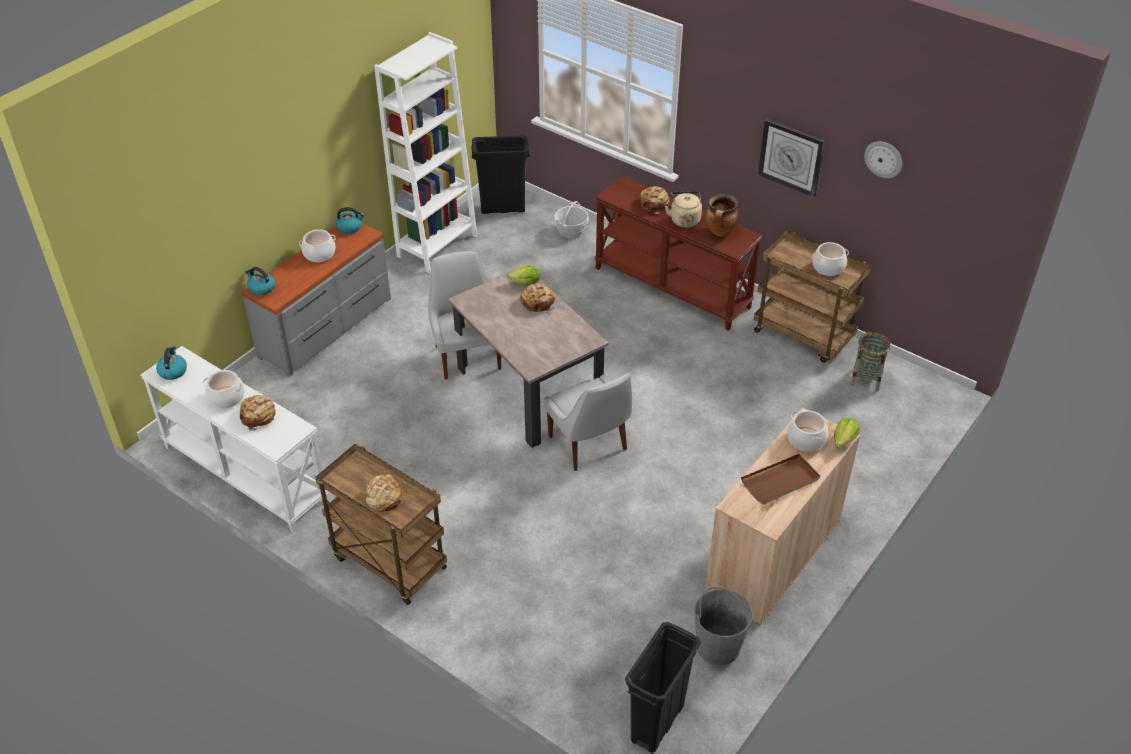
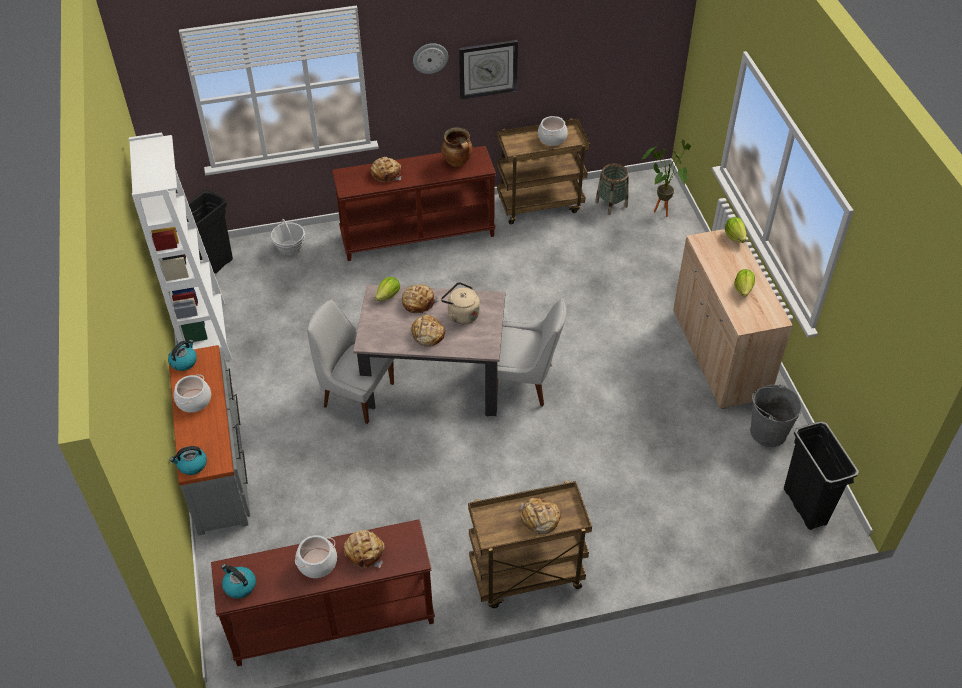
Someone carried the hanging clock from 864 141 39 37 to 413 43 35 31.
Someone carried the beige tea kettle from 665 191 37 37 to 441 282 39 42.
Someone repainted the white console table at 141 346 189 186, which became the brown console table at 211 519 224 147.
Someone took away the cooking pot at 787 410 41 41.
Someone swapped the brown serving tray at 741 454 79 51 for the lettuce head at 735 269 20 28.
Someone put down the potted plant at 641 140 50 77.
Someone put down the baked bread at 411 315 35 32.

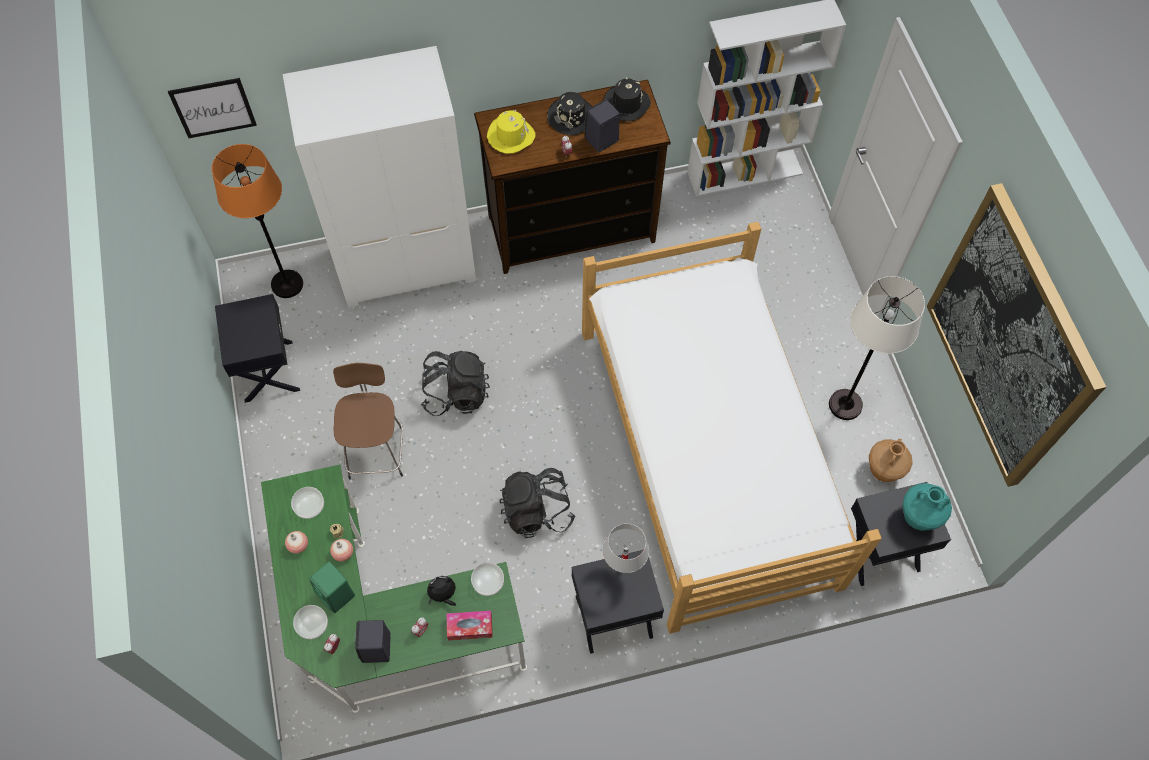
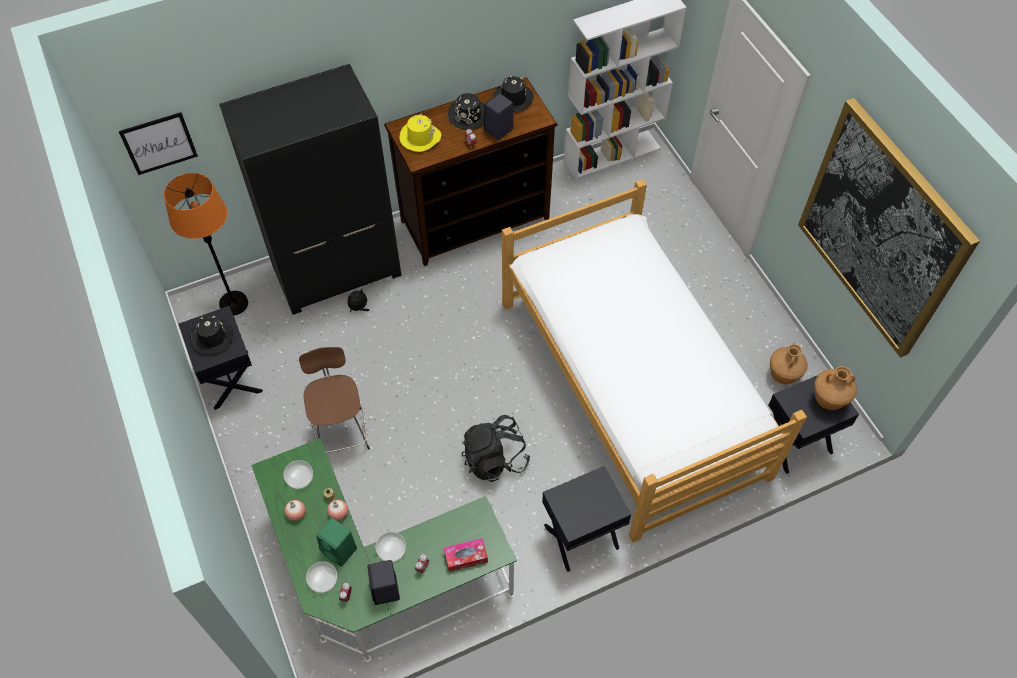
Someone repainted the white wardrobe at 283 46 193 262, which became the black wardrobe at 219 64 183 251.
Someone took away the white standing lamp at 829 276 96 144.
Someone took away the black knapsack at 421 351 69 65.
Someone repainted the blue-green vase at 903 483 49 48, which became the brown vase at 814 366 43 44.
Someone took away the white lamp for a table at 603 523 46 50.
Someone carried the bowl from 471 562 33 34 to 376 532 30 30.
Someone carried the soft toy from 427 576 29 30 to 347 289 22 24.
Someone put down the black clothing hat at 190 316 43 39.

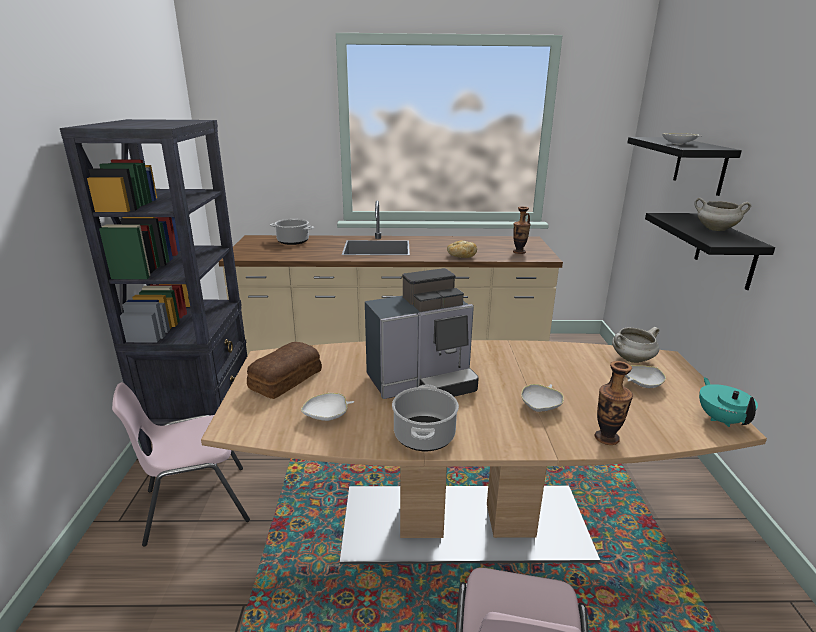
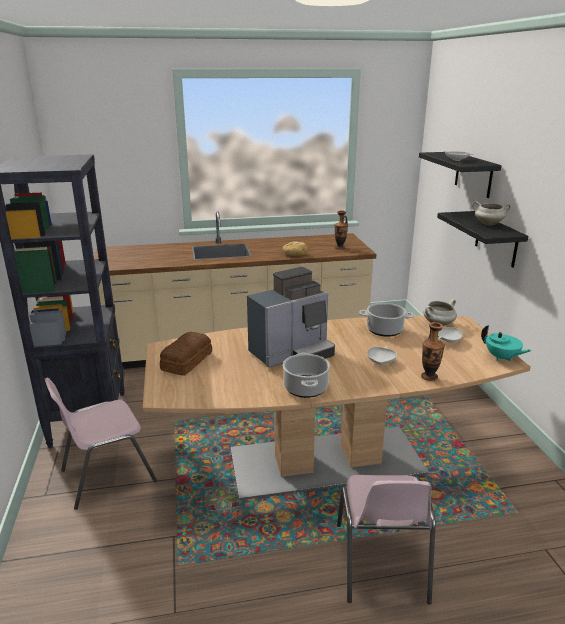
Someone carried the cooking pot from 270 219 44 26 to 359 303 55 34.
Someone rotated the blue-green tea pot at 699 377 59 50 by 150 degrees clockwise.
Someone took away the white bowl at 301 393 53 28.

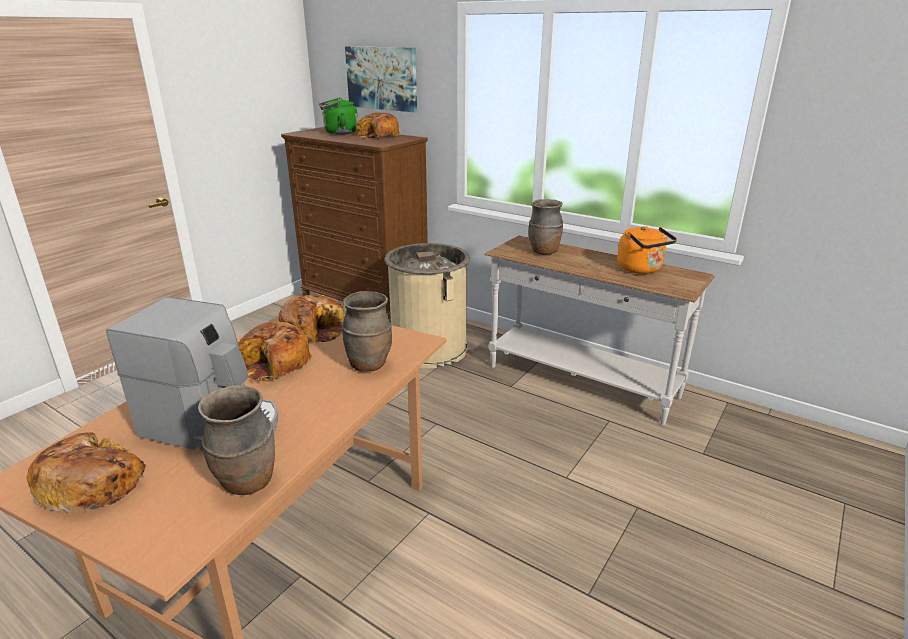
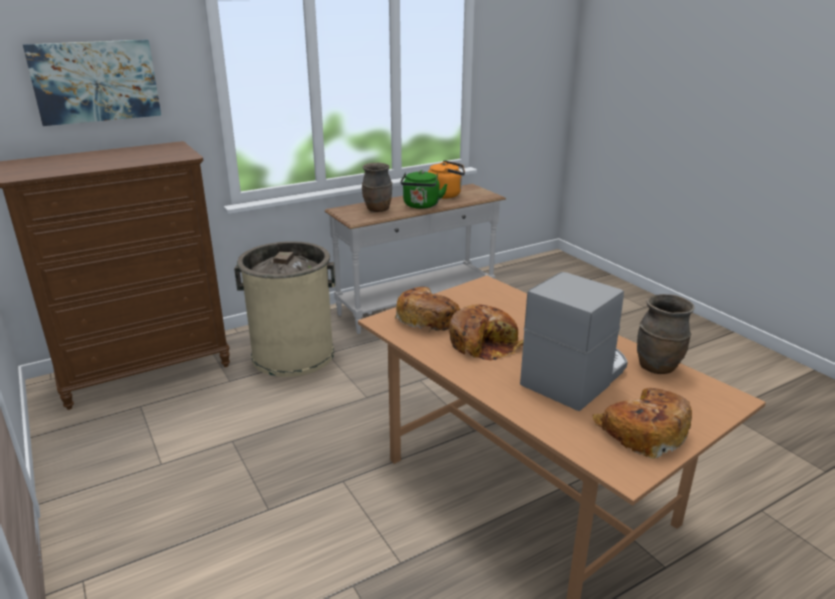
Someone carried the green-coloured tea kettle from 319 98 39 36 to 401 170 47 39.
Someone took away the baked bread at 356 112 44 26.
Someone took away the brown vase at 342 291 50 81.

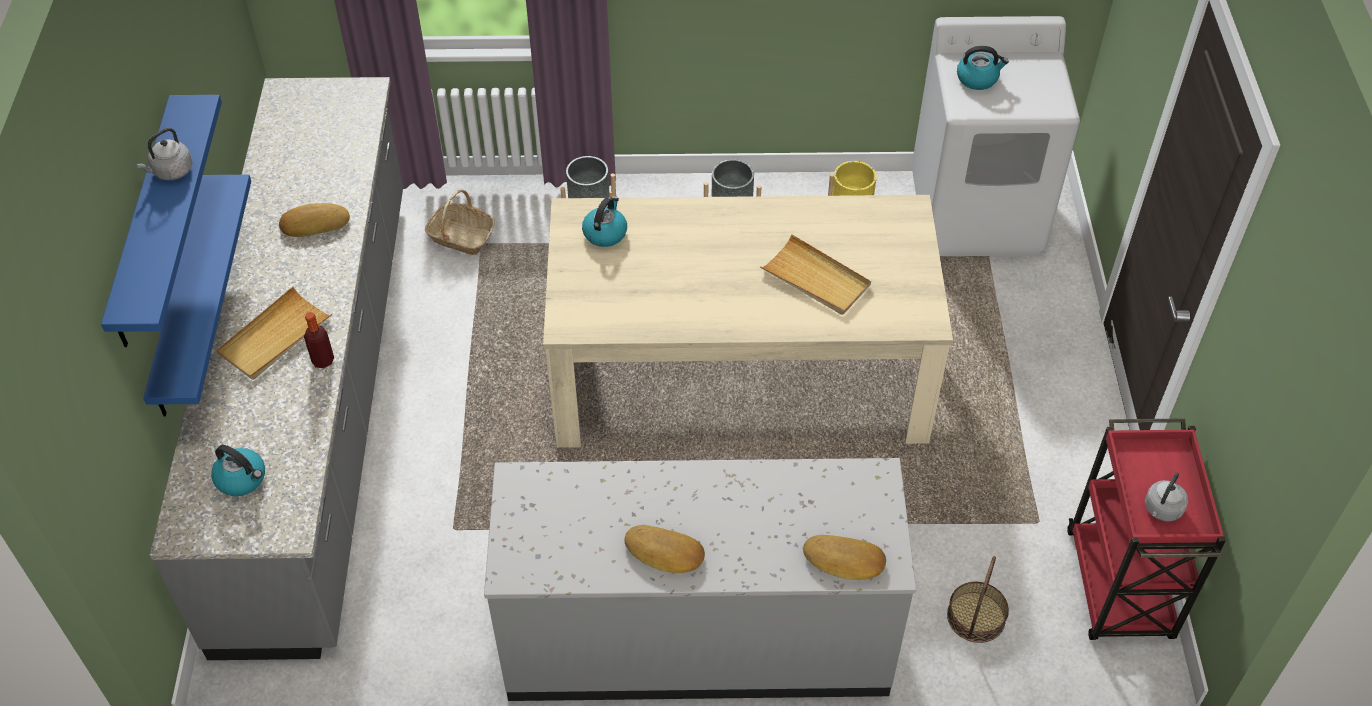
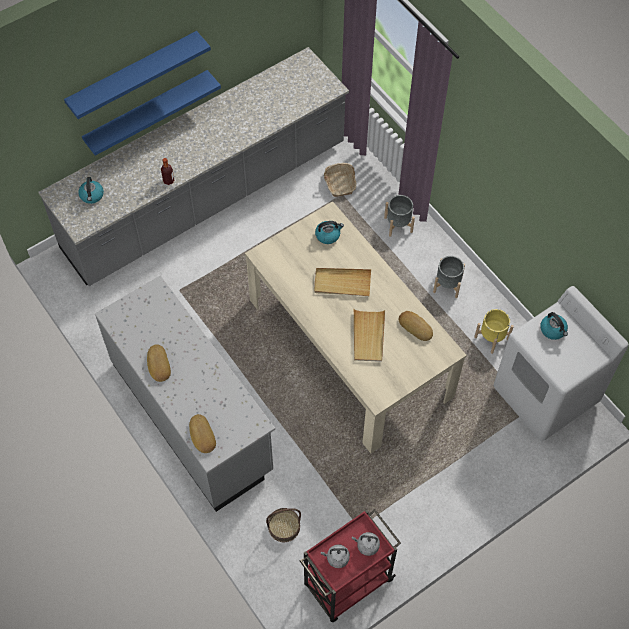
Someone carried the gray tea kettle from 136 128 57 52 to 352 532 28 24.
Someone carried the baked bread from 279 203 71 34 to 399 311 34 30.
Someone carried the beige serving tray from 216 287 116 93 to 314 268 57 28.

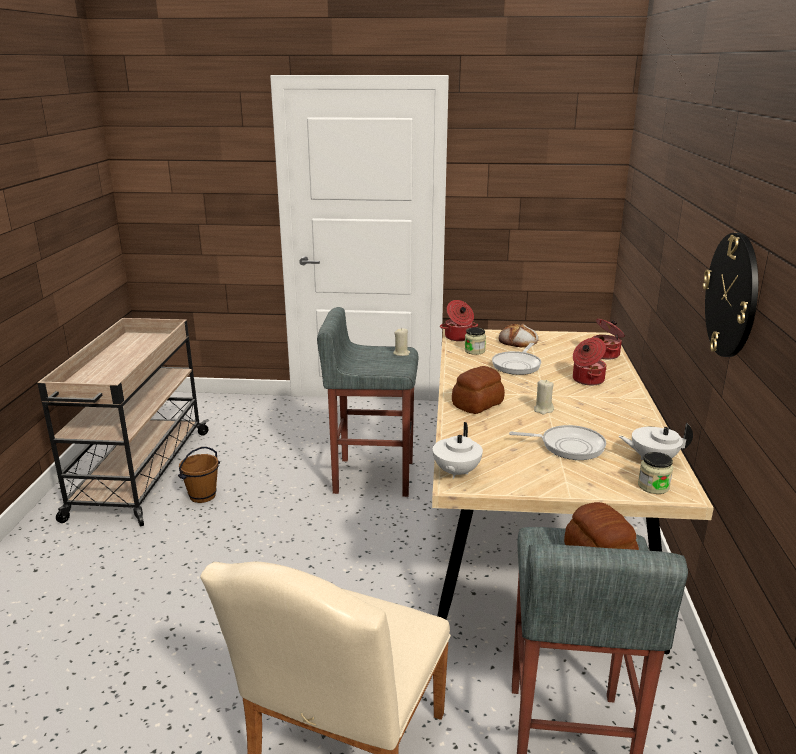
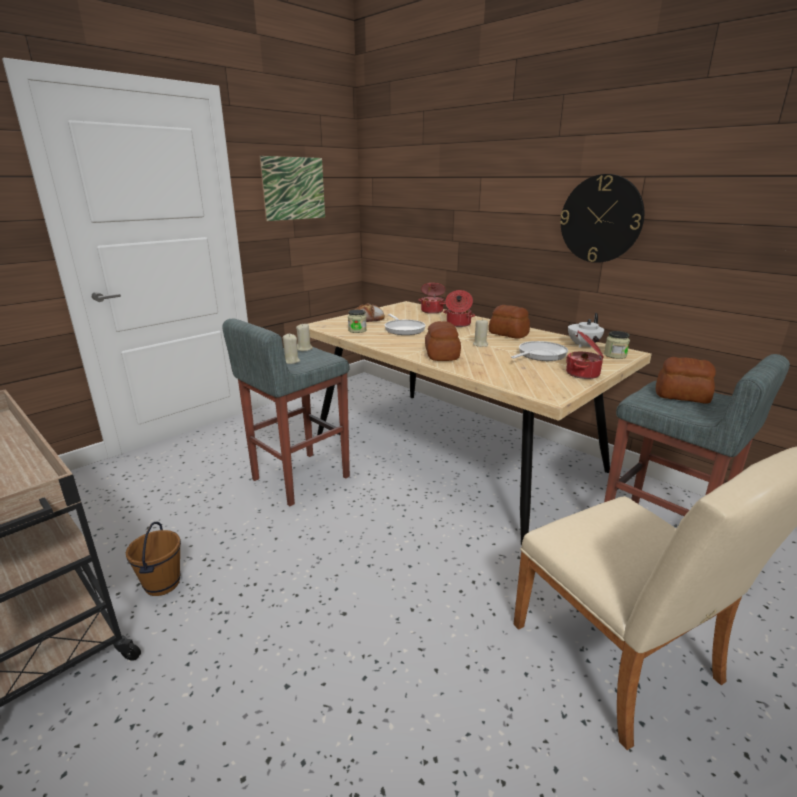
Someone carried the cooking pot from 440 300 38 41 to 566 331 38 48.
Someone took away the white tea pot at 433 422 50 57.
Someone put up the wall art at 260 156 65 65.
Someone put down the baked bread at 489 305 41 34.
Someone put down the beige candle at 283 334 17 30.

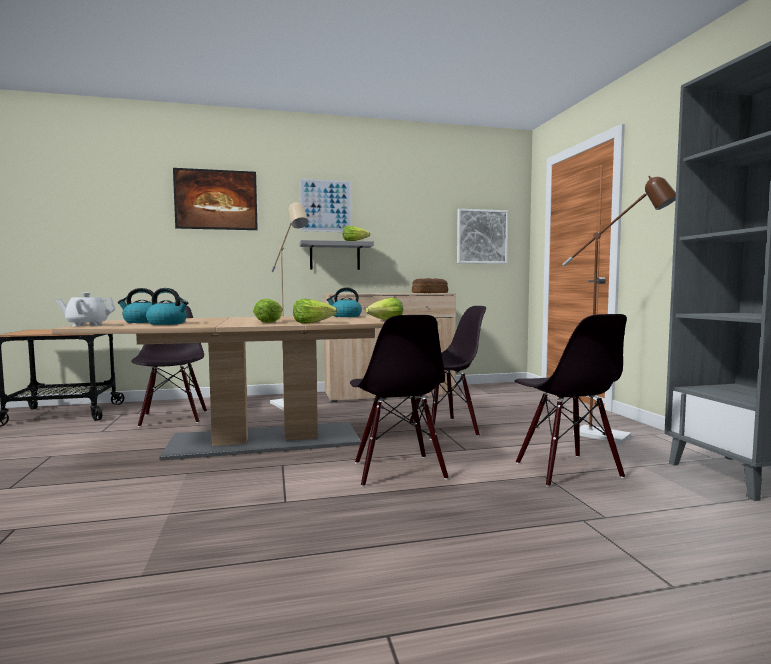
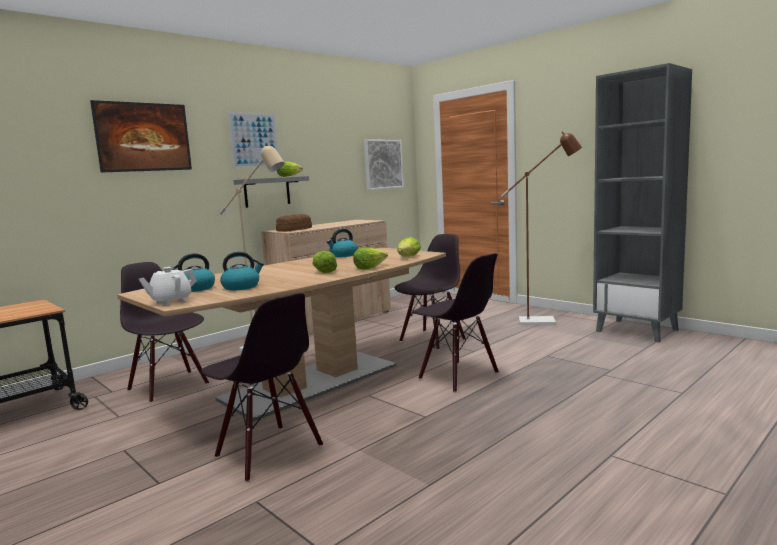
Someone carried the baked bread from 412 278 36 15 to 276 214 36 17.
Someone carried the black upright chair from 515 314 112 173 to 201 293 122 189.

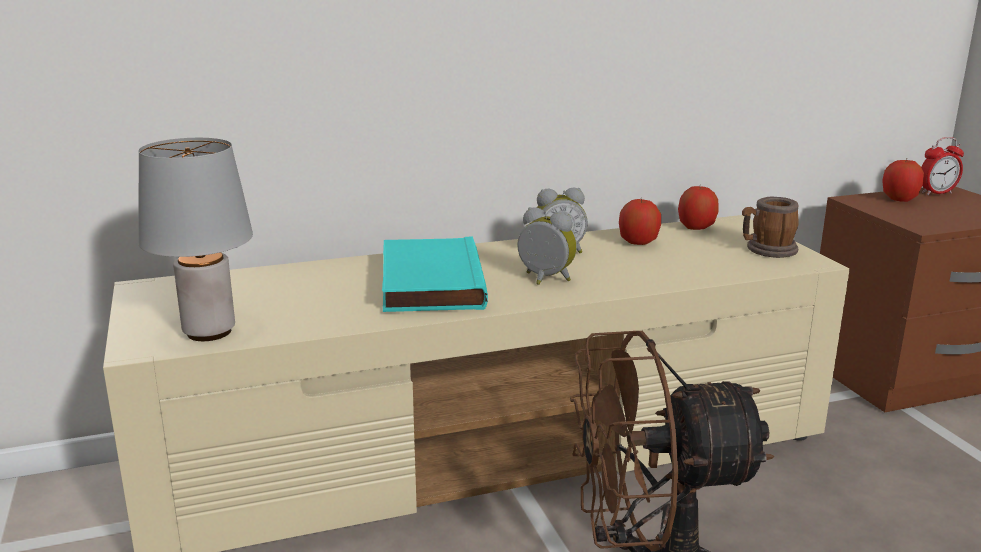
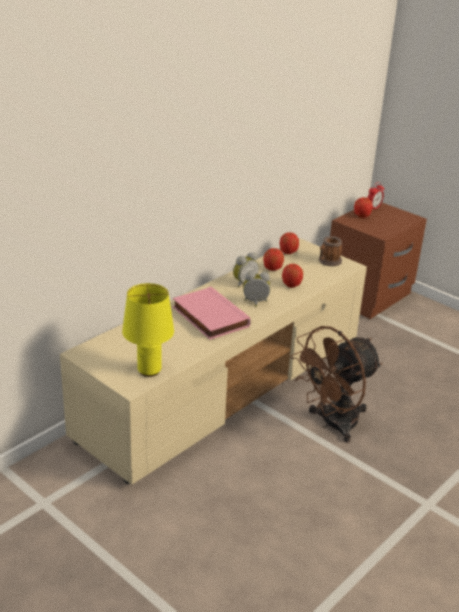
Someone repainted the gray lamp for a table at 138 138 115 203, which became the yellow-coloured lamp for a table at 122 283 52 94.
Someone repainted the blue-green volume at 382 236 106 76, which became the pink volume at 173 287 78 53.
Someone put down the apple at 282 264 21 24.

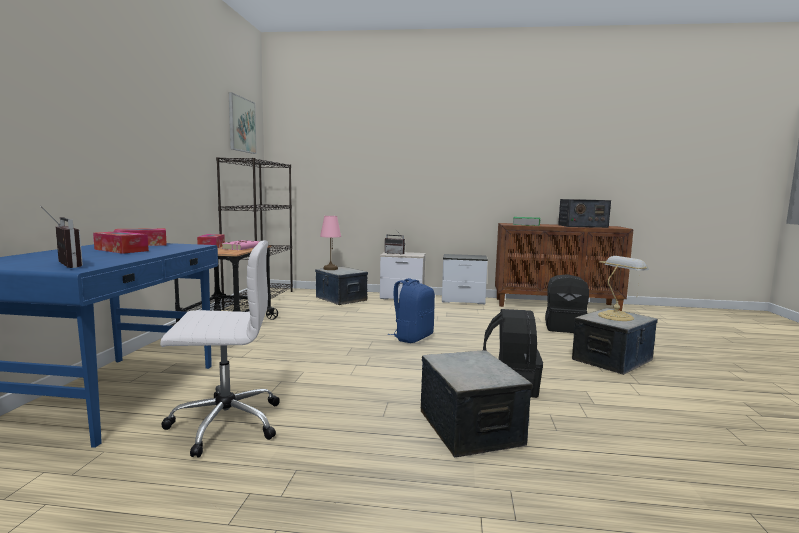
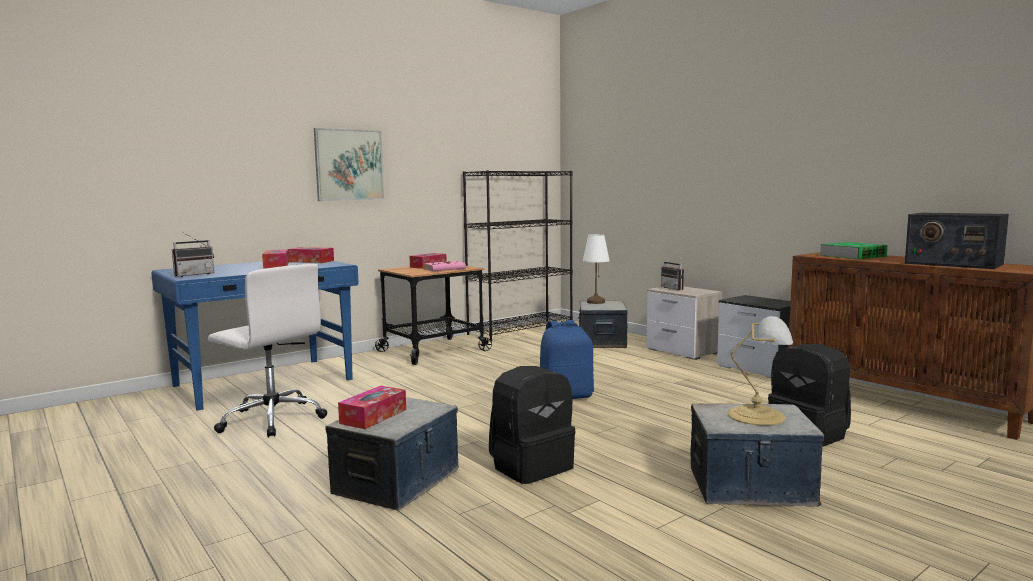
Someone carried the wall art from 229 92 28 62 to 314 128 70 73.
Someone rotated the radio set at 40 206 43 62 by 45 degrees clockwise.
Someone repainted the pink lamp for a table at 320 216 21 54, which became the white lamp for a table at 583 234 27 70.
Someone put down the tissue box at 338 386 68 43.

